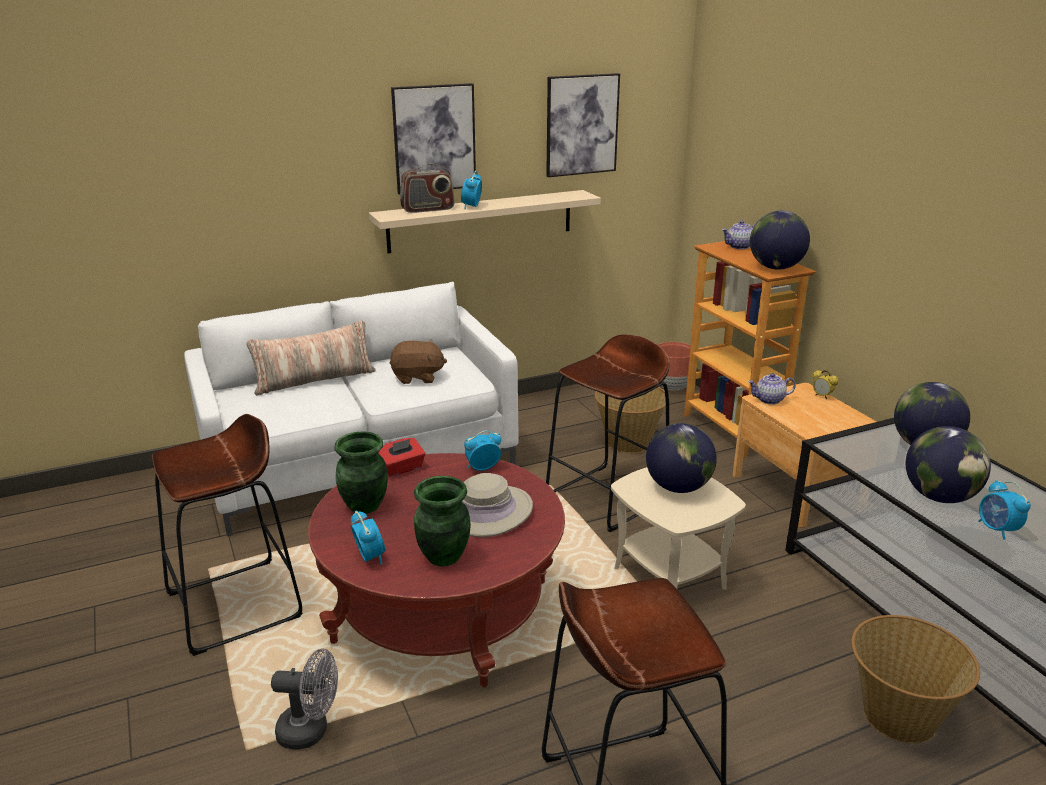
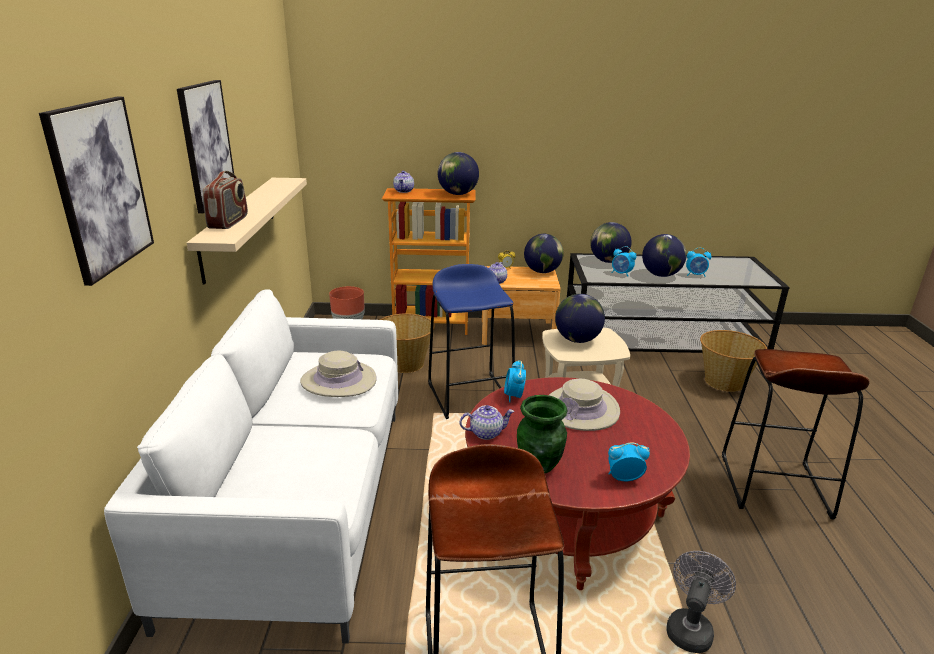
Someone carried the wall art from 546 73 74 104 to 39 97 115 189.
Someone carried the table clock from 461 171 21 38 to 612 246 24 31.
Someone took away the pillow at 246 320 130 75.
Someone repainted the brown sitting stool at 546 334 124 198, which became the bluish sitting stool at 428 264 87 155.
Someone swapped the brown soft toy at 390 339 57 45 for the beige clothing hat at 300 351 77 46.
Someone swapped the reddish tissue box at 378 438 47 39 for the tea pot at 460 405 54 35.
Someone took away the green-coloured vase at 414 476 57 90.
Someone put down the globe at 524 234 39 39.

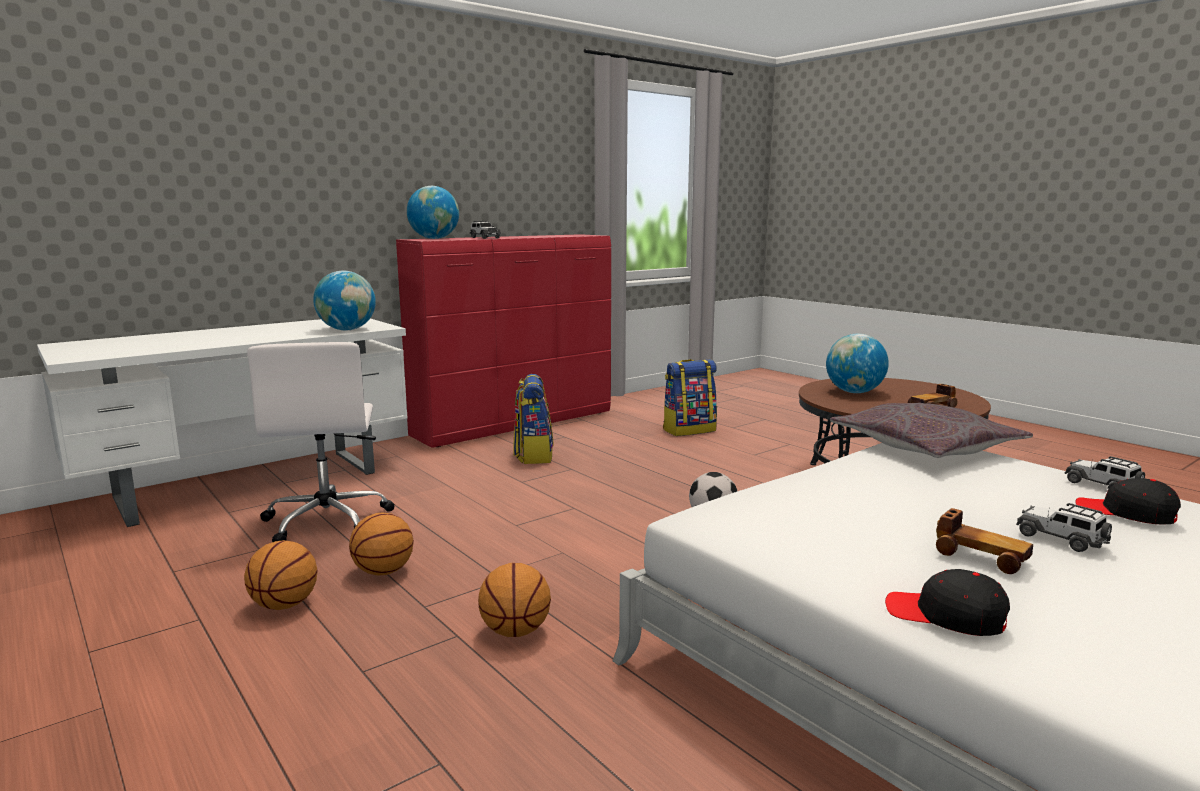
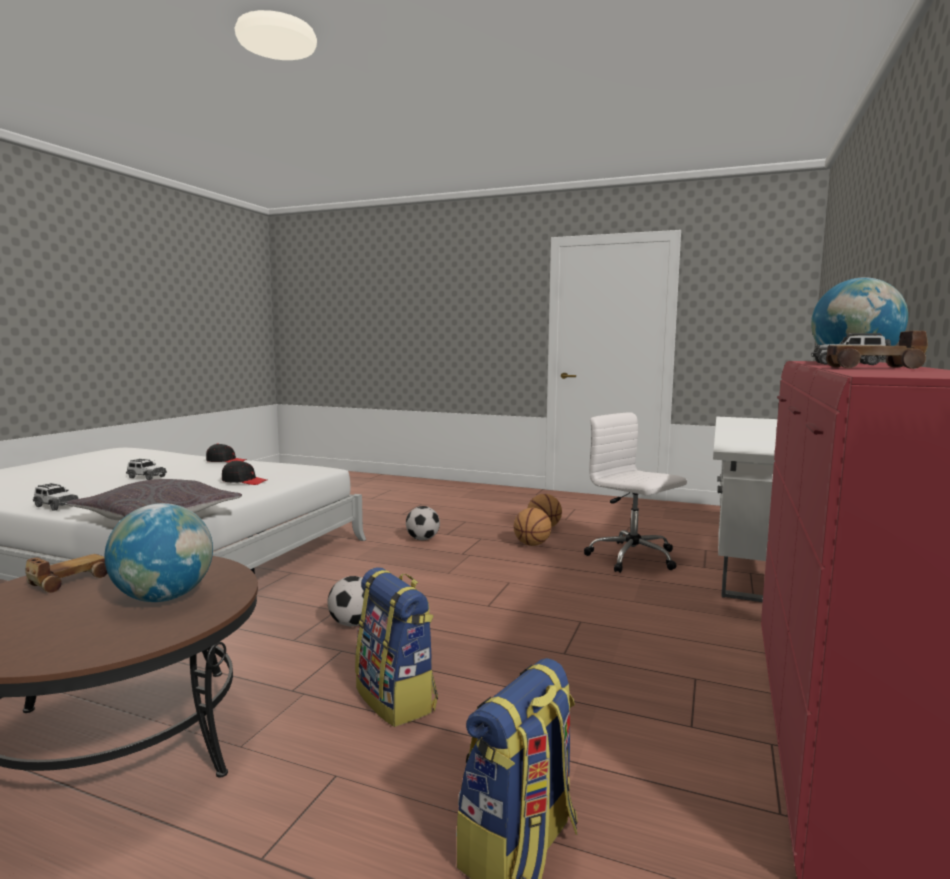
Someone took away the globe at 313 271 63 59.
Someone carried the knapsack from 513 374 40 90 to 355 567 83 160.
Someone carried the black peaked cap from 1075 478 106 47 to 222 460 46 25.
Someone carried the model car from 936 508 97 66 to 826 331 102 38.
Someone swapped the basketball at 478 563 73 74 for the ball for football at 406 506 34 34.

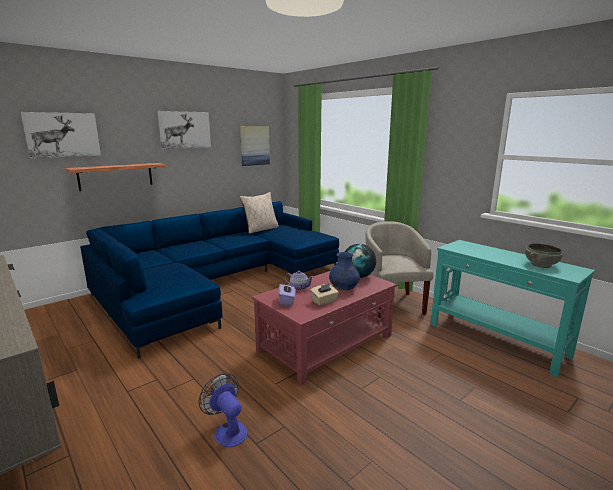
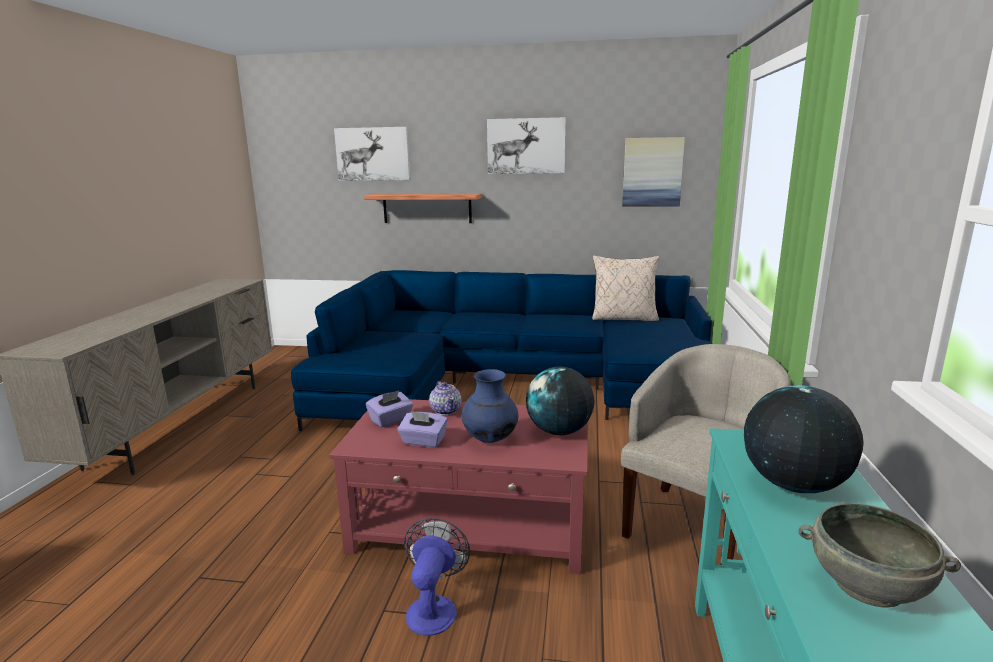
Someone repainted the beige tissue box at 310 283 29 23, which became the purplish tissue box at 397 411 51 37.
Someone carried the electric fan from 199 373 48 74 to 404 518 66 118.
Someone put down the globe at 744 385 120 108.

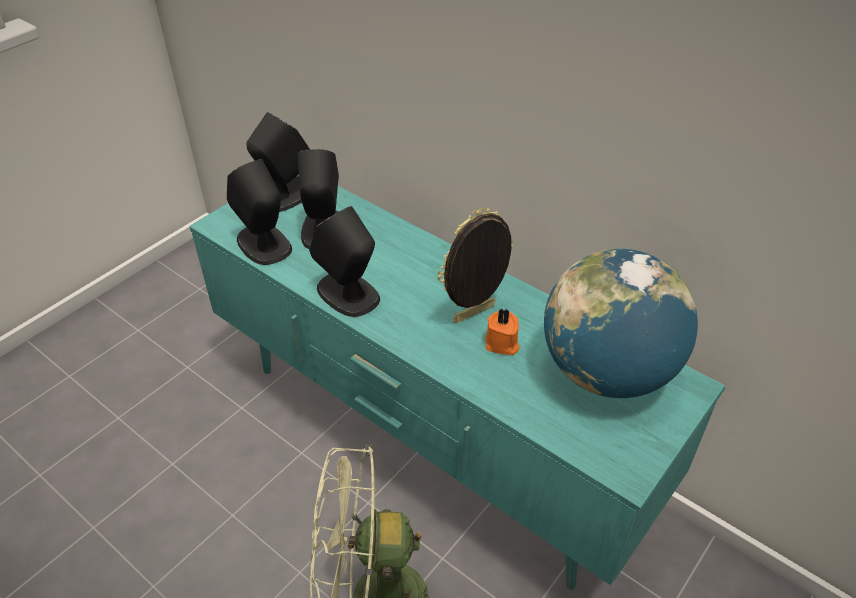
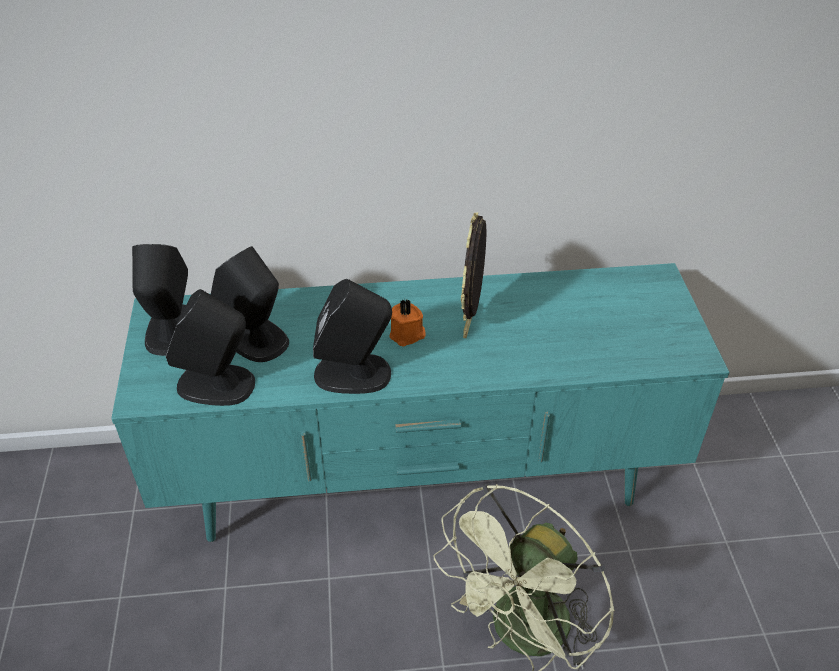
Someone took away the globe at 544 249 154 149.
Someone carried the orange candle from 485 308 35 48 to 389 299 37 48.

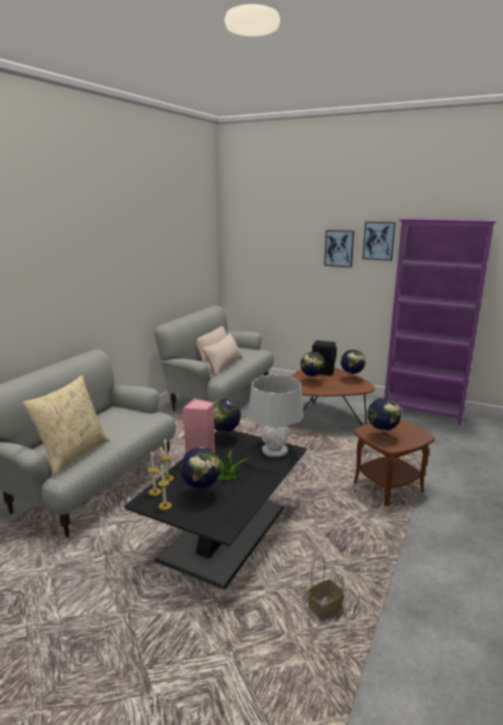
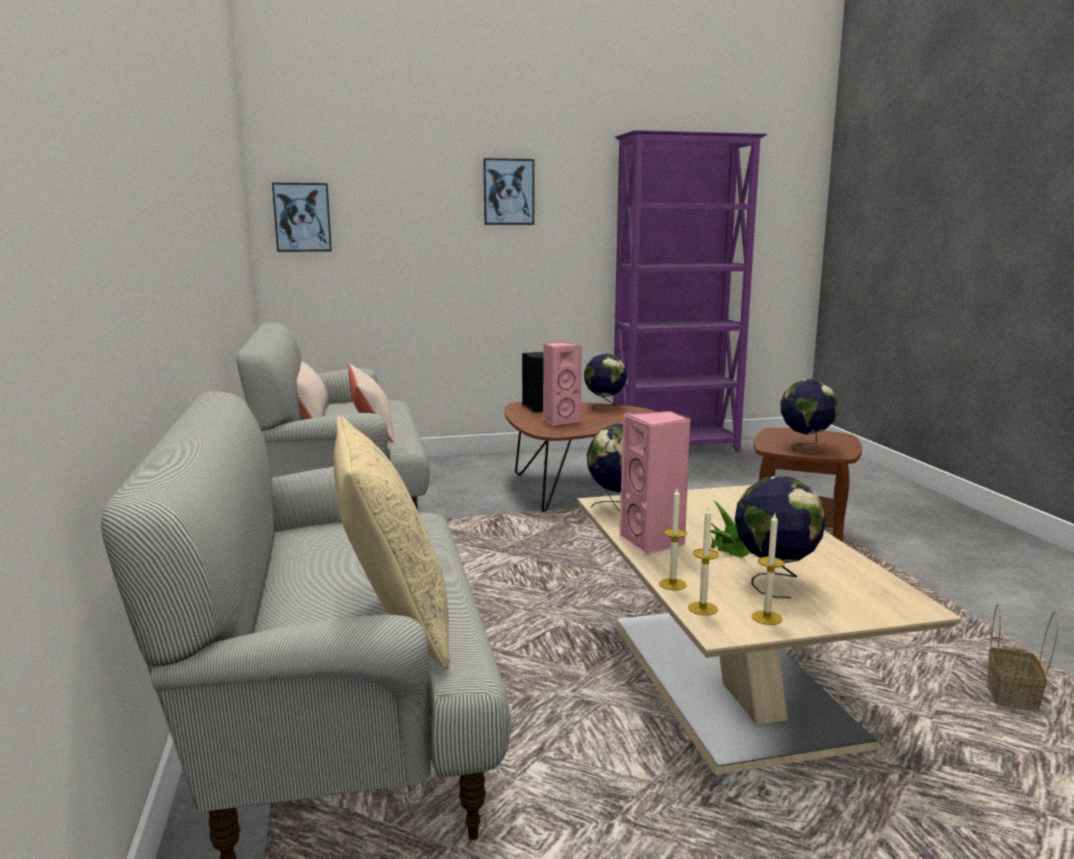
Someone carried the wall art from 362 222 34 39 to 272 183 60 69.
Someone swapped the globe at 301 352 24 31 for the pink speaker at 543 341 39 85.
Someone took away the gray lamp for a table at 248 375 55 82.
Someone repainted the black lounge table at 124 430 183 160, which became the beige lounge table at 577 485 385 290.

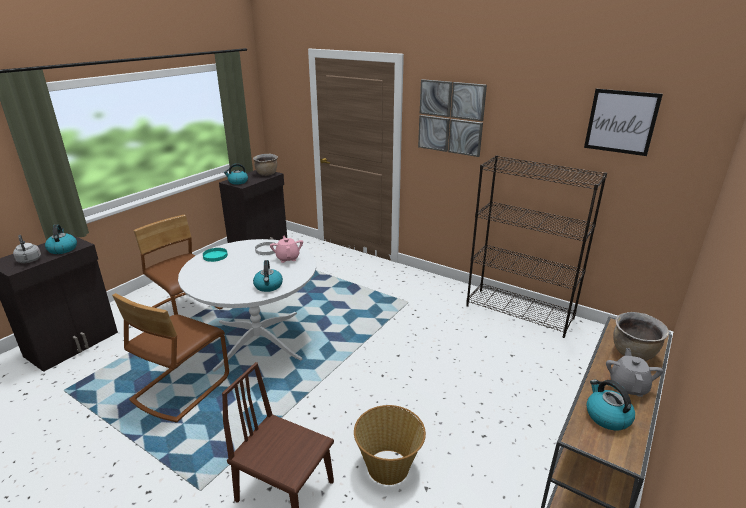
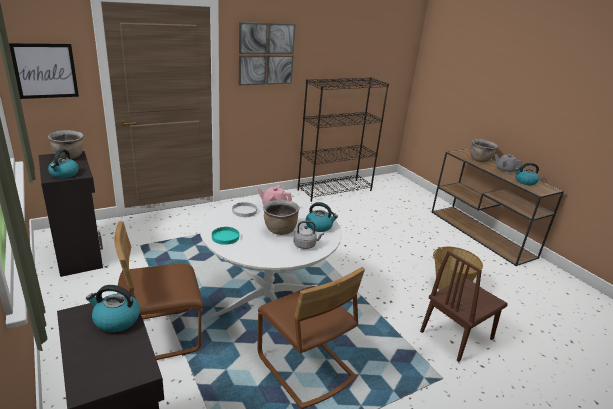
Someone carried the wall art from 584 89 79 67 to 9 43 70 56.
Someone carried the gray tea kettle from 13 235 28 28 to 293 221 31 28.
Someone put down the brown cooking pot at 263 200 37 35.

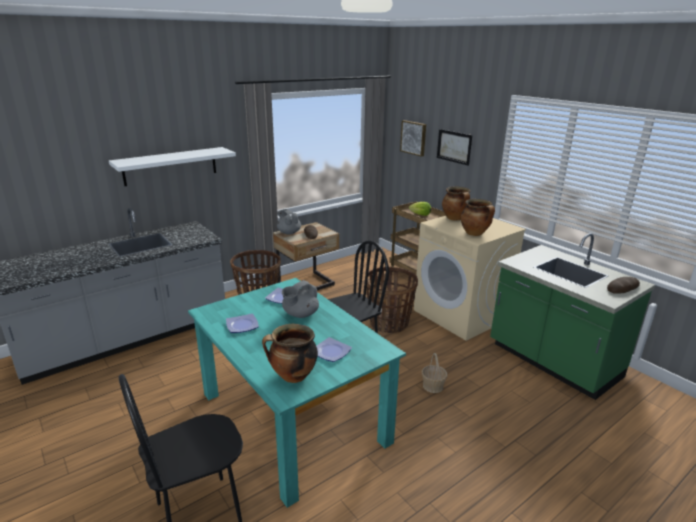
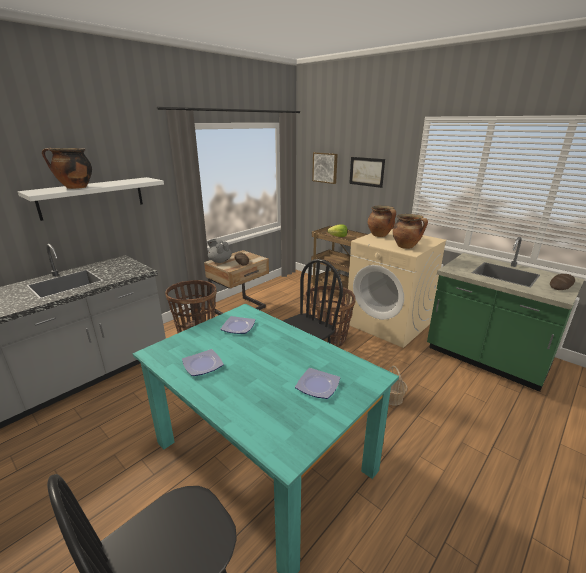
Someone took away the gray tea pot at 282 280 37 38.
Someone carried the cooking pot from 262 324 56 59 to 42 148 50 41.

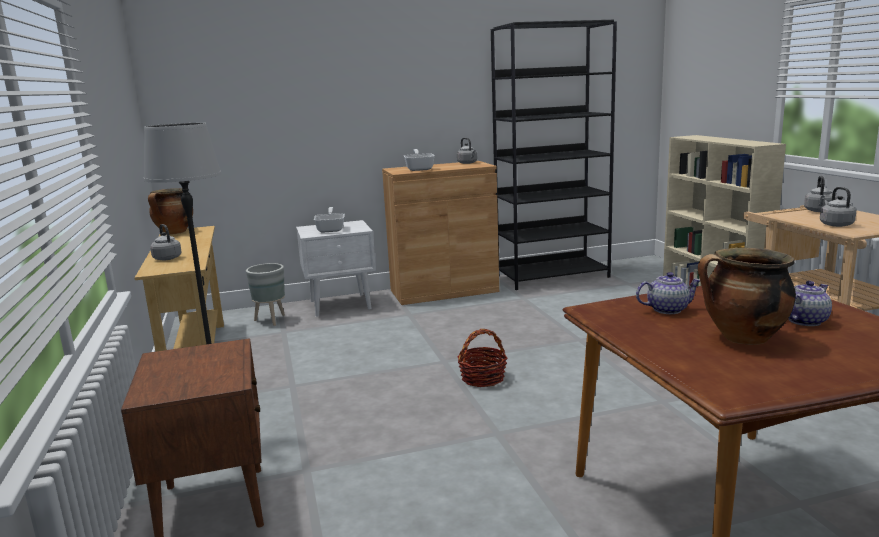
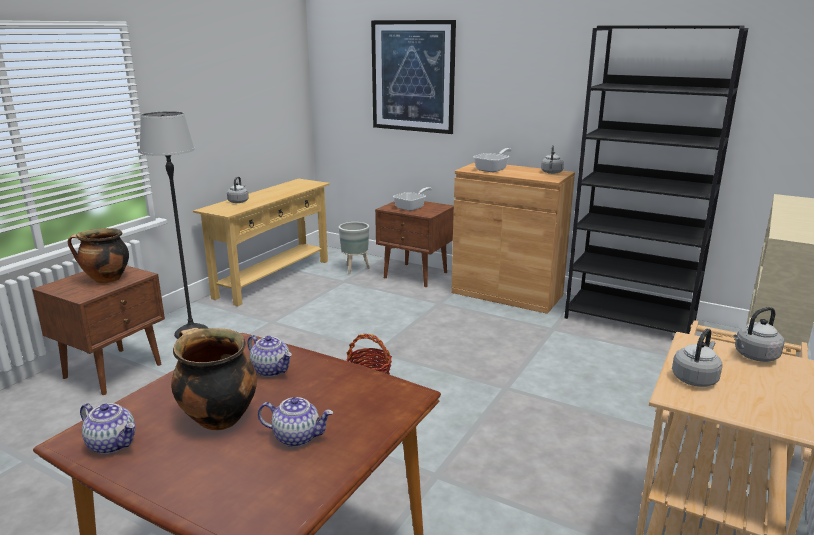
Someone carried the cooking pot from 148 188 45 46 to 68 228 61 55.
Someone repainted the white nightstand at 296 220 80 97, which became the brown nightstand at 375 201 79 86.
Someone put up the wall art at 371 20 85 114.
Someone put down the tea pot at 80 403 55 51.

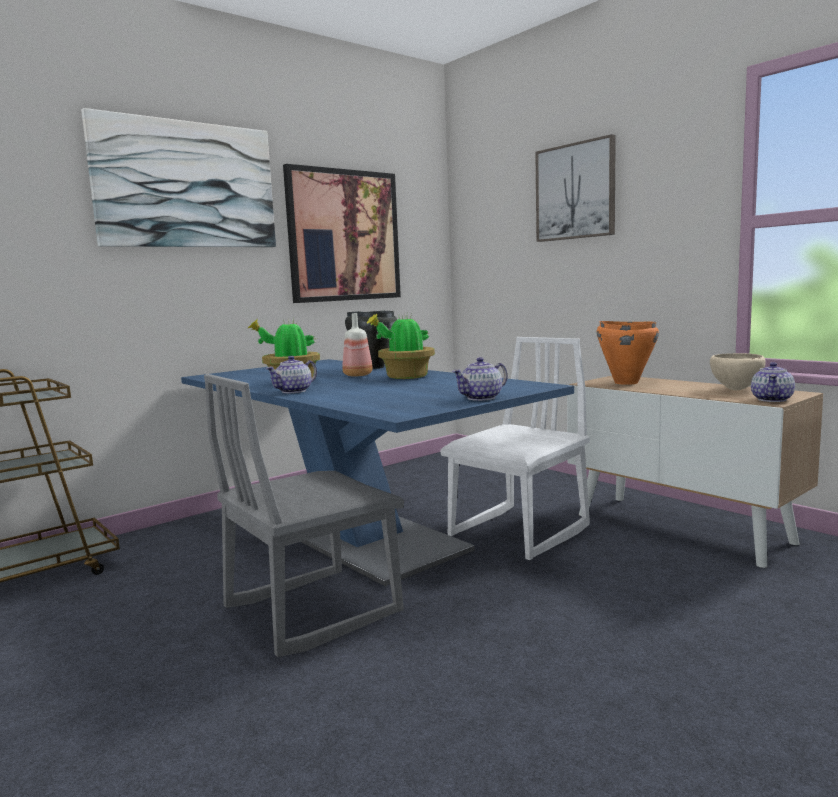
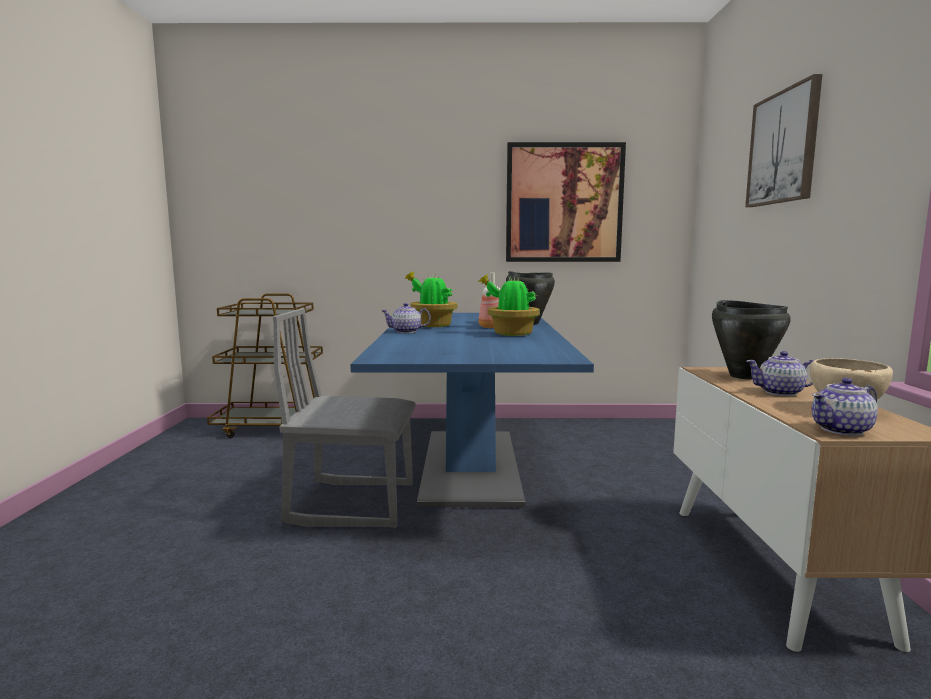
Someone took away the wall art at 81 108 195 139.
Someone repainted the orange cooking pot at 597 321 62 64, which became the black cooking pot at 712 300 79 80.
Someone took away the white upright chair at 440 337 150 223.
Someone carried the tea pot from 452 357 56 44 to 746 351 67 45.

